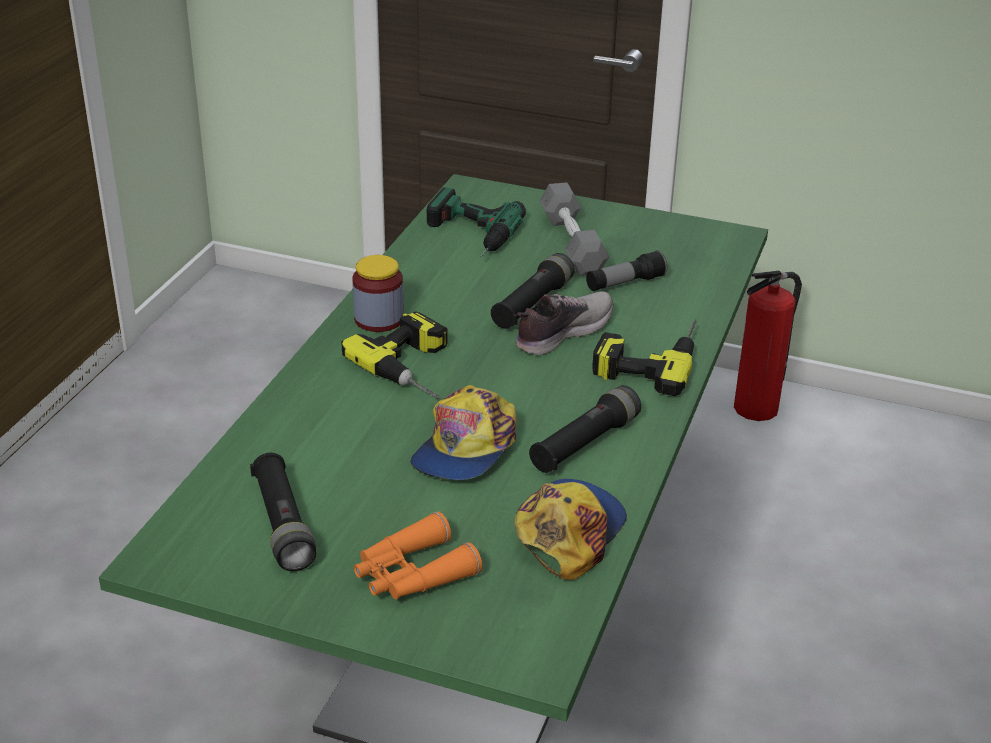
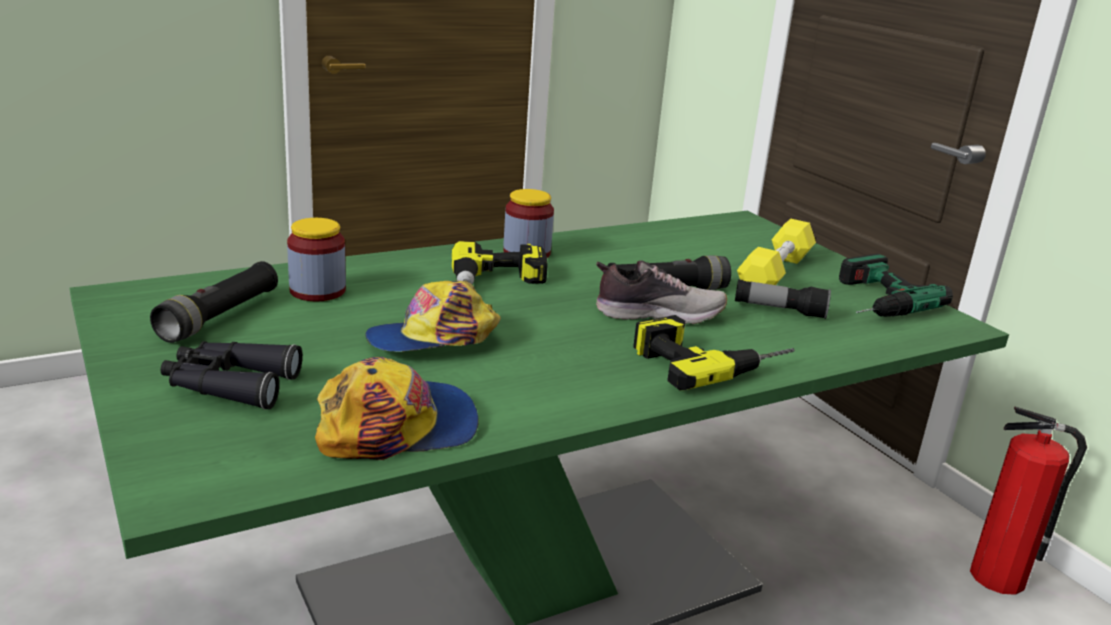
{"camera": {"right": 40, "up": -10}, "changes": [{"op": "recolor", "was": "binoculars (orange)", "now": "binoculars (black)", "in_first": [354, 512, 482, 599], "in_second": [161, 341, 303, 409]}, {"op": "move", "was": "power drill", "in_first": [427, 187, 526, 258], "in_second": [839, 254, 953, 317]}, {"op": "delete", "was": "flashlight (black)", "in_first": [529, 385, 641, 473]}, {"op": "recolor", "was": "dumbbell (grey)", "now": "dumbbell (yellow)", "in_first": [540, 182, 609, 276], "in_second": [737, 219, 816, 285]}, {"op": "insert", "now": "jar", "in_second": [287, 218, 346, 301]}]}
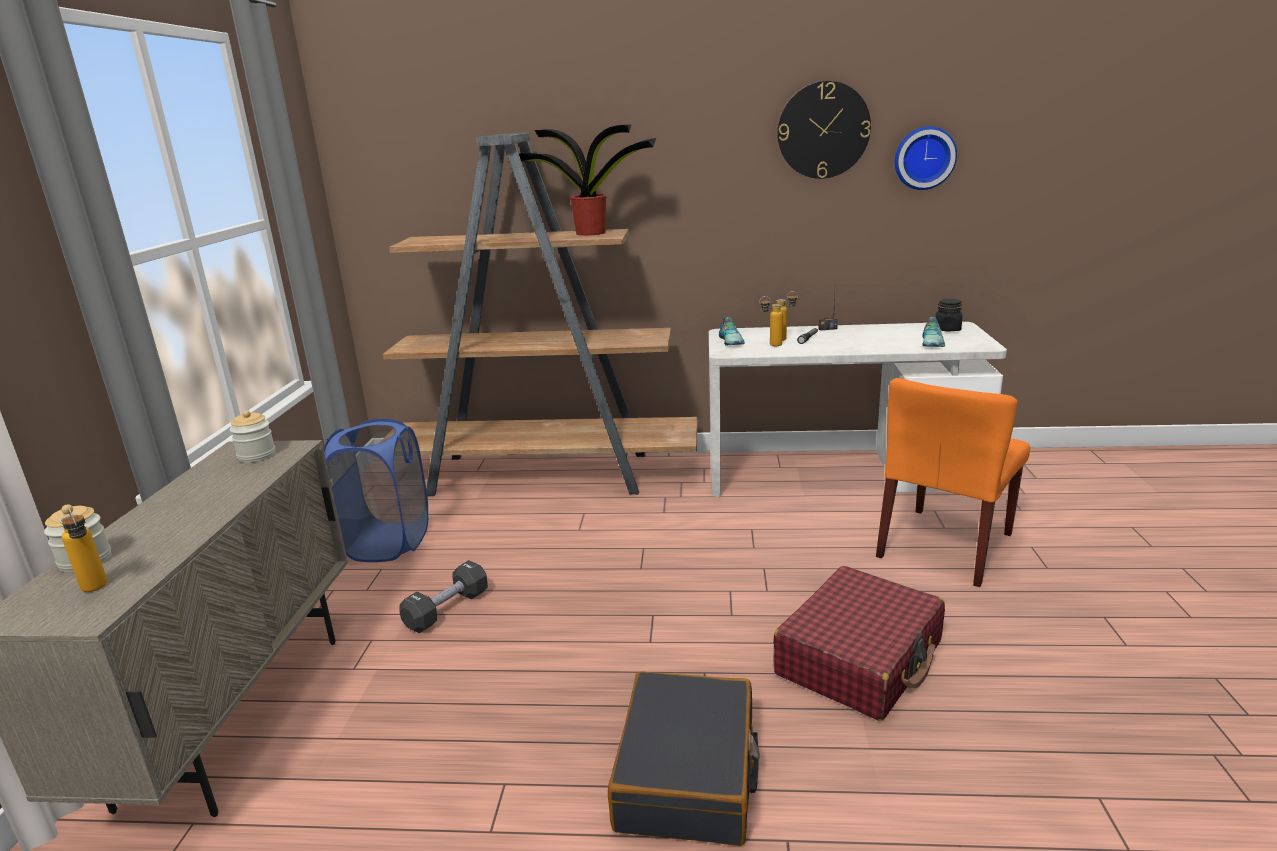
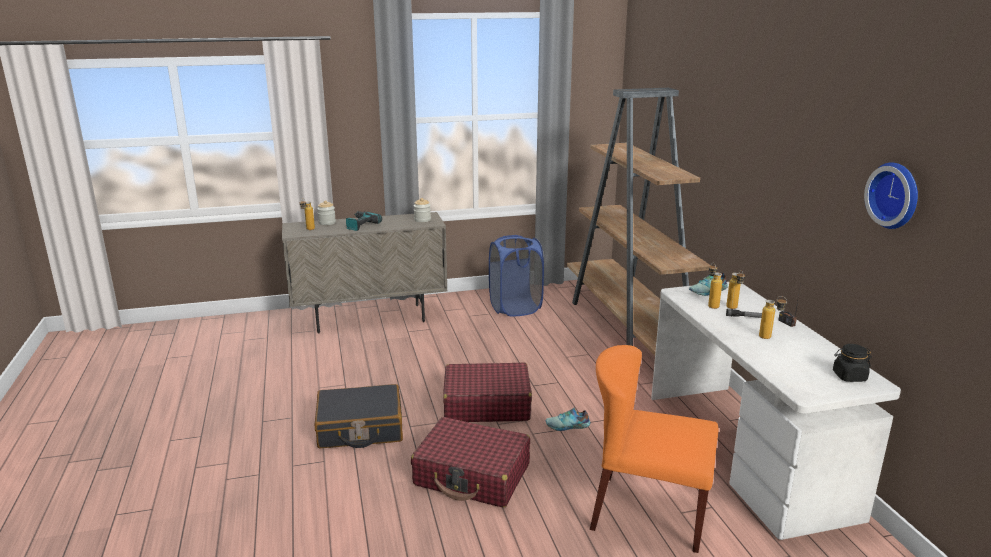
{"camera": {"right": 70, "up": 0}, "changes": [{"op": "delete", "was": "dumbbell (black)", "in_first": [399, 560, 488, 633]}, {"op": "delete", "was": "potted plant", "in_first": [519, 124, 656, 236]}, {"op": "delete", "was": "wall clock", "in_first": [777, 81, 871, 179]}, {"op": "move", "was": "shoe", "in_first": [922, 317, 945, 347], "in_second": [545, 408, 590, 431]}, {"op": "insert", "now": "power drill", "in_second": [346, 211, 382, 231]}, {"op": "insert", "now": "suitcase (red)", "in_second": [443, 362, 532, 422]}, {"op": "insert", "now": "bottle", "in_second": [759, 296, 787, 339]}]}
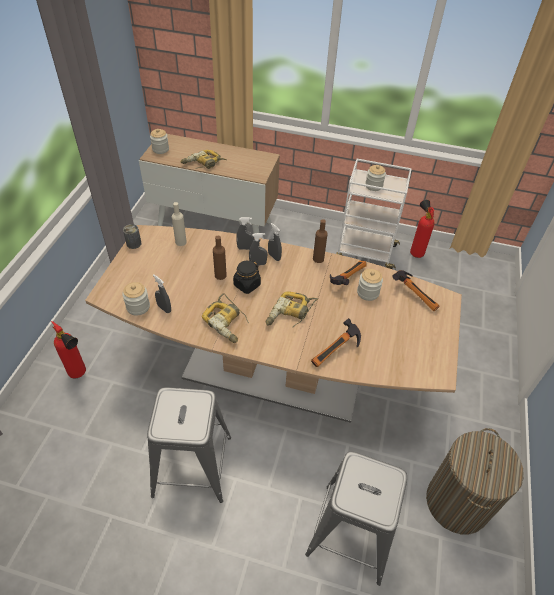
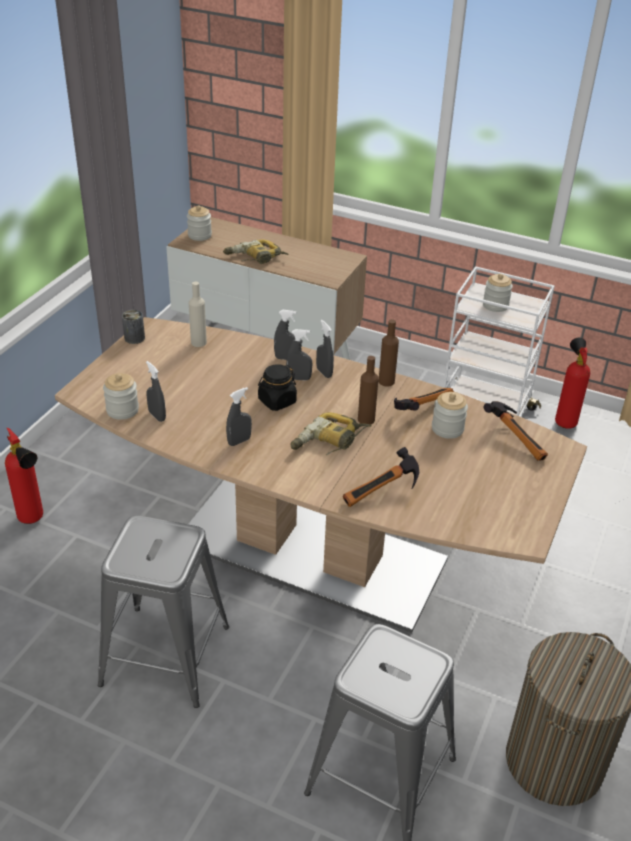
{"camera": {"right": 10, "up": -10}, "changes": [{"op": "replace", "was": "power drill", "now": "spray bottle (grey)", "in_first": [202, 293, 249, 343], "in_second": [226, 387, 252, 446]}, {"op": "move", "was": "bottle (brown)", "in_first": [213, 236, 227, 280], "in_second": [358, 356, 379, 425]}]}
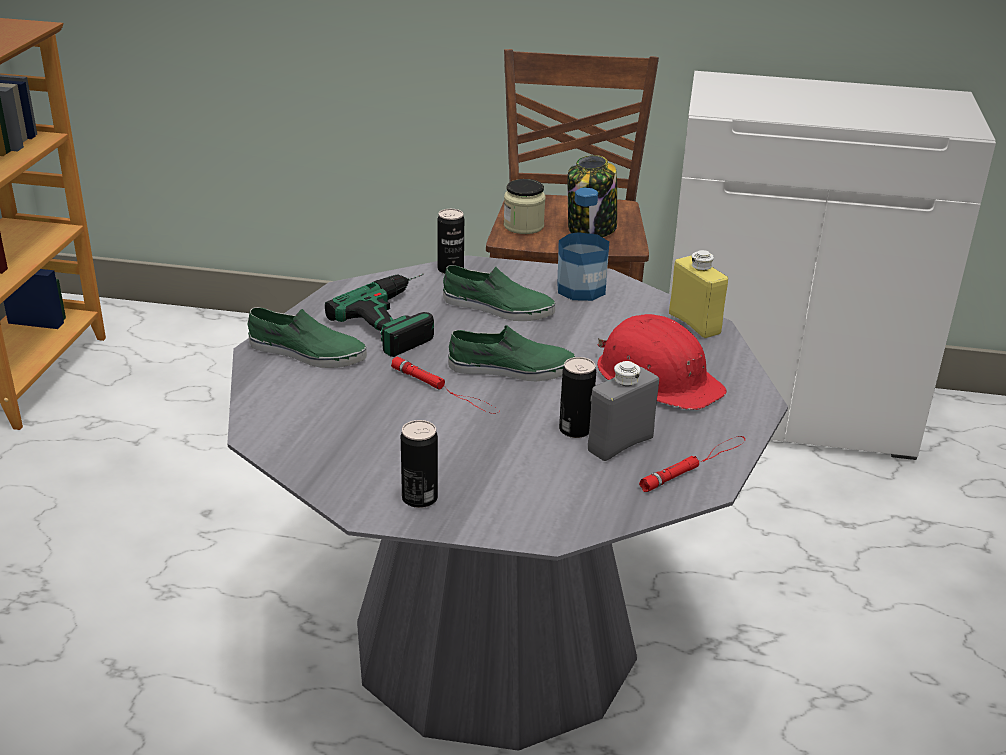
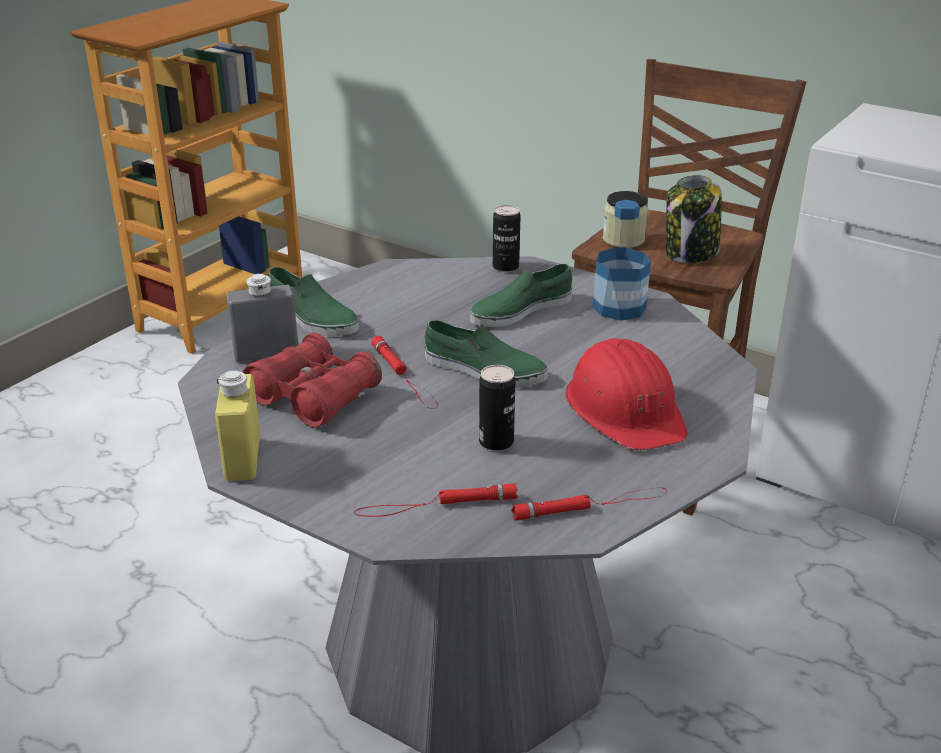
{"camera": {"right": 25, "up": 0}, "changes": [{"op": "delete", "was": "power drill", "in_first": [325, 273, 434, 357]}, {"op": "delete", "was": "can", "in_first": [401, 420, 438, 508]}, {"op": "rotate", "was": "shoe (green)", "in_first": [443, 265, 555, 321], "in_second": [470, 264, 572, 327], "clockwise": 105}, {"op": "move", "was": "bottle (grey)", "in_first": [588, 361, 659, 461], "in_second": [227, 274, 299, 362]}, {"op": "move", "was": "bottle (yellow)", "in_first": [669, 250, 728, 338], "in_second": [215, 370, 260, 481]}, {"op": "insert", "now": "binoculars (red)", "in_second": [243, 333, 382, 428]}, {"op": "insert", "now": "flashlight (red)", "in_second": [354, 483, 518, 517]}]}
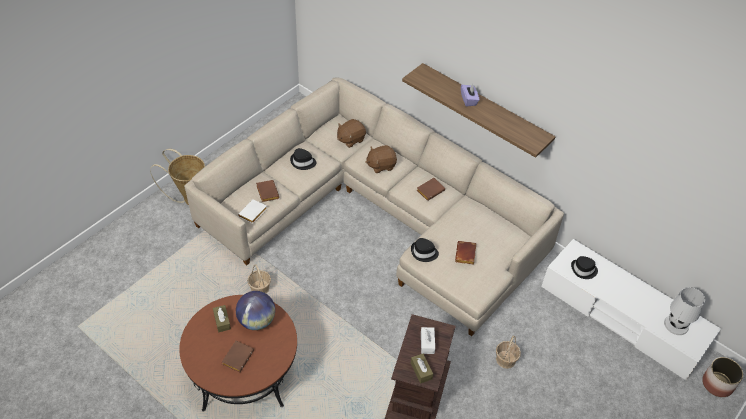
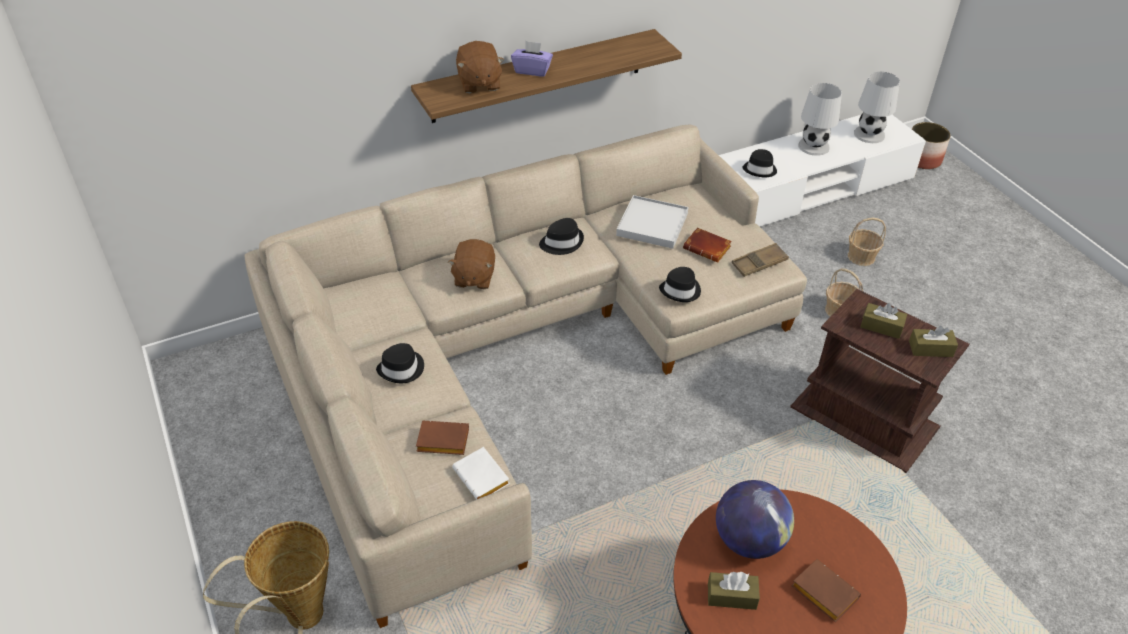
{"camera": {"right": -65, "up": -5}, "changes": [{"op": "move", "was": "basket", "in_first": [247, 264, 271, 293], "in_second": [848, 218, 886, 266]}, {"op": "move", "was": "plush toy (brown)", "in_first": [337, 119, 366, 148], "in_second": [456, 41, 504, 94]}, {"op": "replace", "was": "book (brown)", "now": "hat (black)", "in_first": [417, 178, 445, 201], "in_second": [539, 218, 584, 255]}, {"op": "recolor", "was": "tissue box (white)", "now": "tissue box (brown)", "in_first": [421, 327, 435, 354], "in_second": [861, 303, 907, 339]}, {"op": "insert", "now": "tray (white)", "in_second": [616, 195, 689, 249]}, {"op": "insert", "now": "tray (brown)", "in_second": [732, 243, 789, 277]}, {"op": "insert", "now": "table lamp (white)", "in_second": [798, 83, 842, 156]}]}
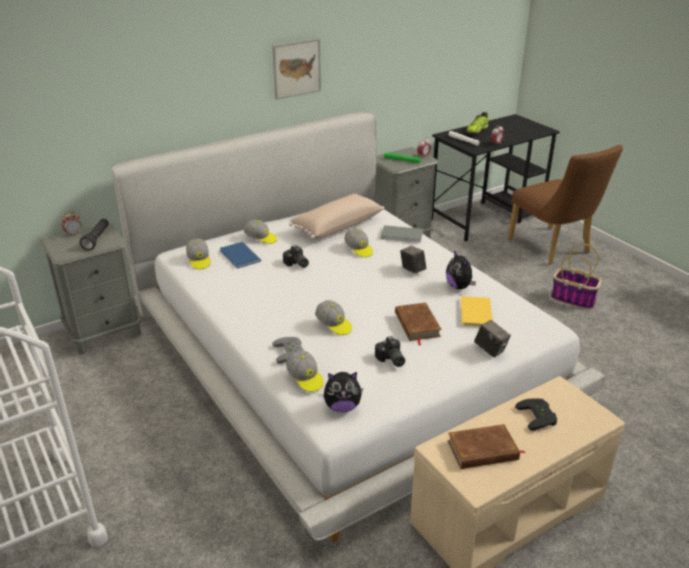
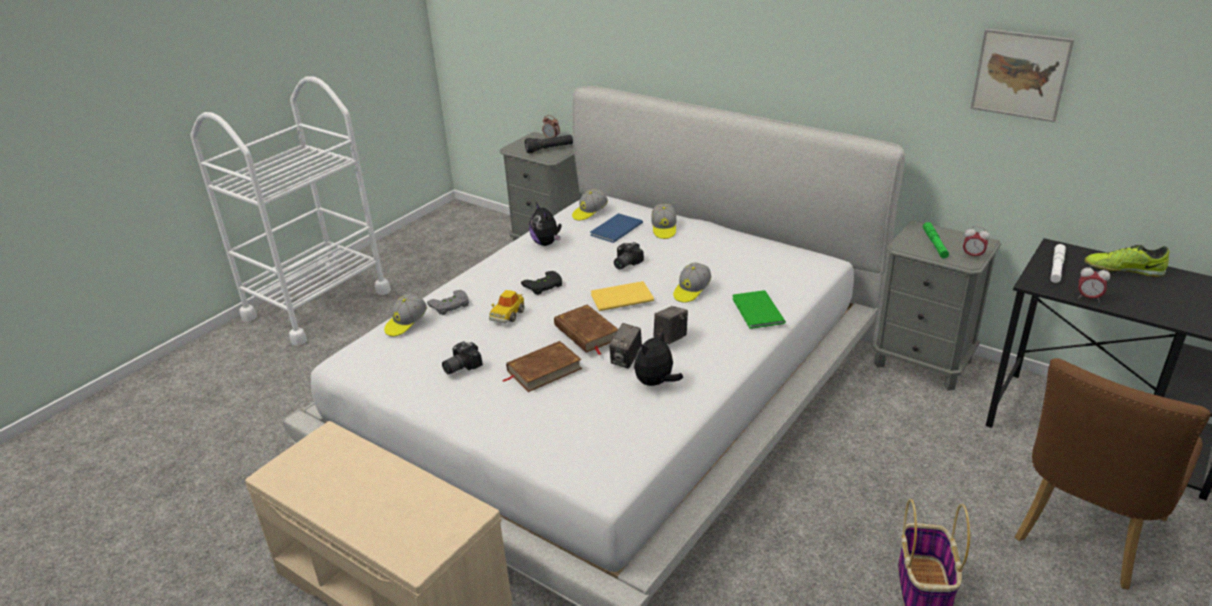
{"camera": {"right": 70, "up": 0}, "changes": [{"op": "move", "was": "picture", "in_first": [272, 39, 321, 100], "in_second": [970, 29, 1074, 122]}, {"op": "delete", "was": "pillow (beige)", "in_first": [289, 194, 384, 239]}, {"op": "replace", "was": "cap", "now": "toy car", "in_first": [315, 300, 352, 335], "in_second": [489, 290, 524, 324]}, {"op": "move", "was": "plush toy", "in_first": [324, 372, 364, 412], "in_second": [529, 203, 561, 246]}, {"op": "recolor", "was": "book (grey)", "now": "book (green)", "in_first": [381, 225, 423, 243], "in_second": [732, 290, 786, 329]}, {"op": "move", "was": "book (brown)", "in_first": [448, 424, 525, 469], "in_second": [554, 305, 618, 355]}, {"op": "move", "was": "book (yellow)", "in_first": [461, 296, 493, 327], "in_second": [591, 281, 654, 311]}, {"op": "move", "was": "photo camera", "in_first": [474, 320, 511, 357], "in_second": [609, 323, 642, 369]}, {"op": "move", "was": "game controller (black)", "in_first": [515, 398, 557, 431], "in_second": [521, 271, 562, 295]}]}
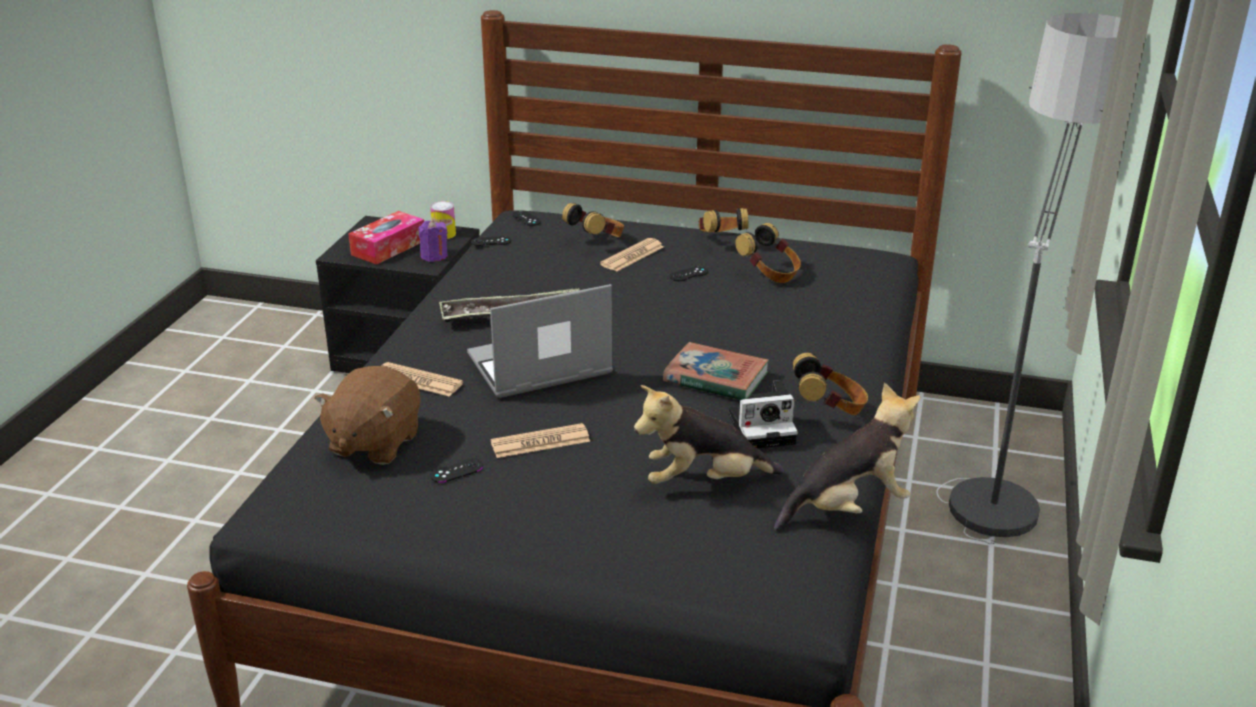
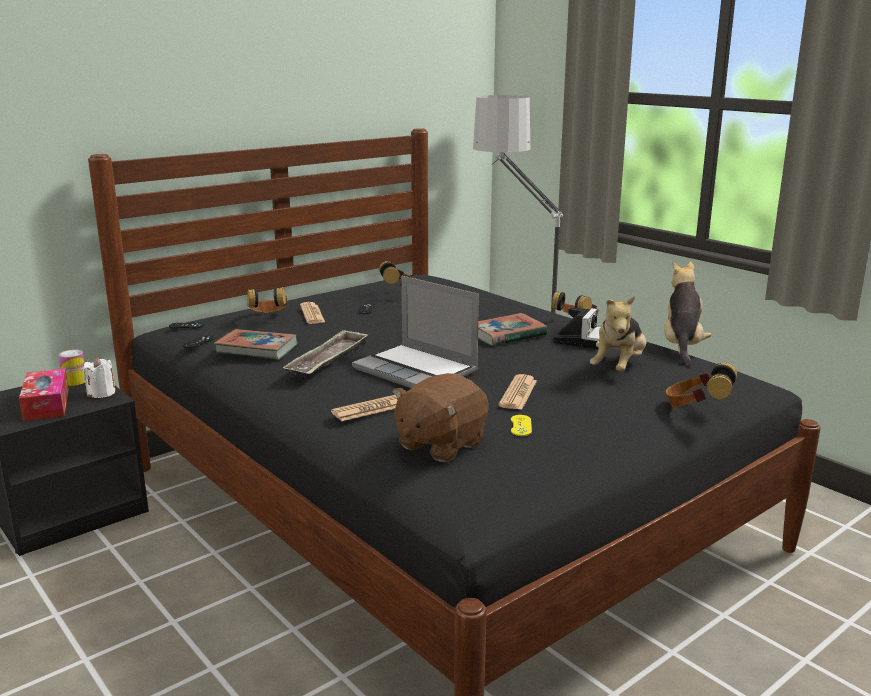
{"camera": {"right": -55, "up": -10}, "changes": [{"op": "rotate", "was": "plush toy (brown)", "in_first": [314, 366, 421, 465], "in_second": [392, 373, 489, 462], "clockwise": 75}, {"op": "recolor", "was": "candle (purple)", "now": "candle (white)", "in_first": [419, 220, 448, 262], "in_second": [83, 357, 116, 398]}, {"op": "recolor", "was": "game controller (black)", "now": "game controller (yellow)", "in_first": [430, 458, 483, 483], "in_second": [511, 415, 532, 436]}, {"op": "rotate", "was": "laptop", "in_first": [467, 284, 613, 398], "in_second": [352, 276, 479, 388], "clockwise": -60}, {"op": "move", "was": "headphones", "in_first": [698, 208, 749, 233], "in_second": [666, 363, 737, 408]}, {"op": "insert", "now": "book", "in_second": [214, 329, 298, 360]}]}
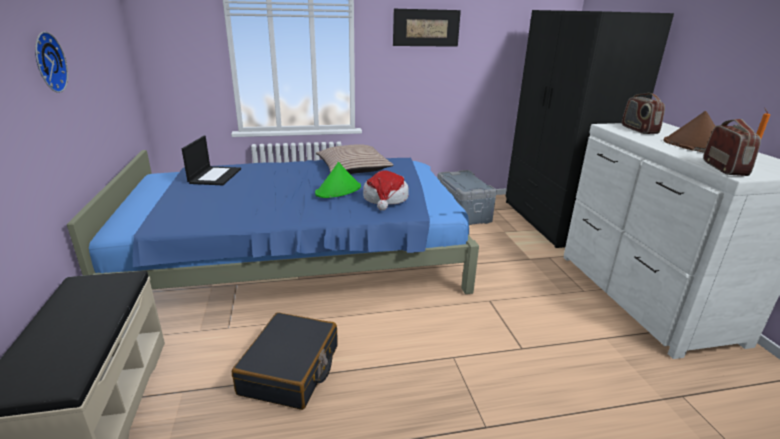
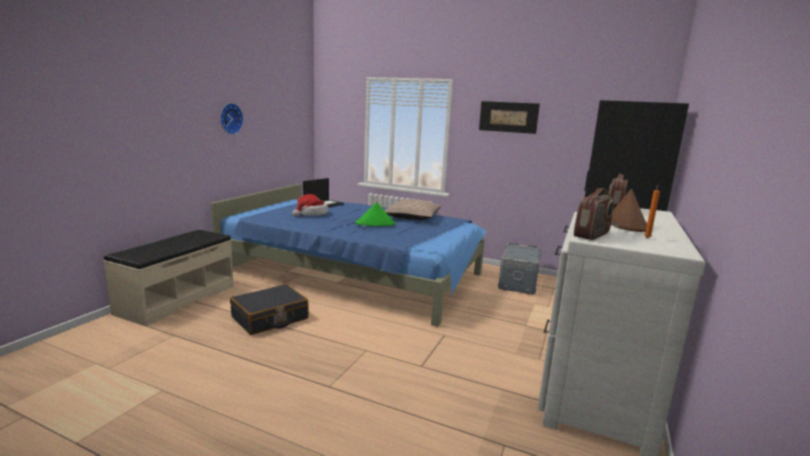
{"camera": {"right": 35, "up": -10}, "changes": [{"op": "move", "was": "hat", "in_first": [363, 171, 409, 211], "in_second": [292, 194, 328, 217]}]}
